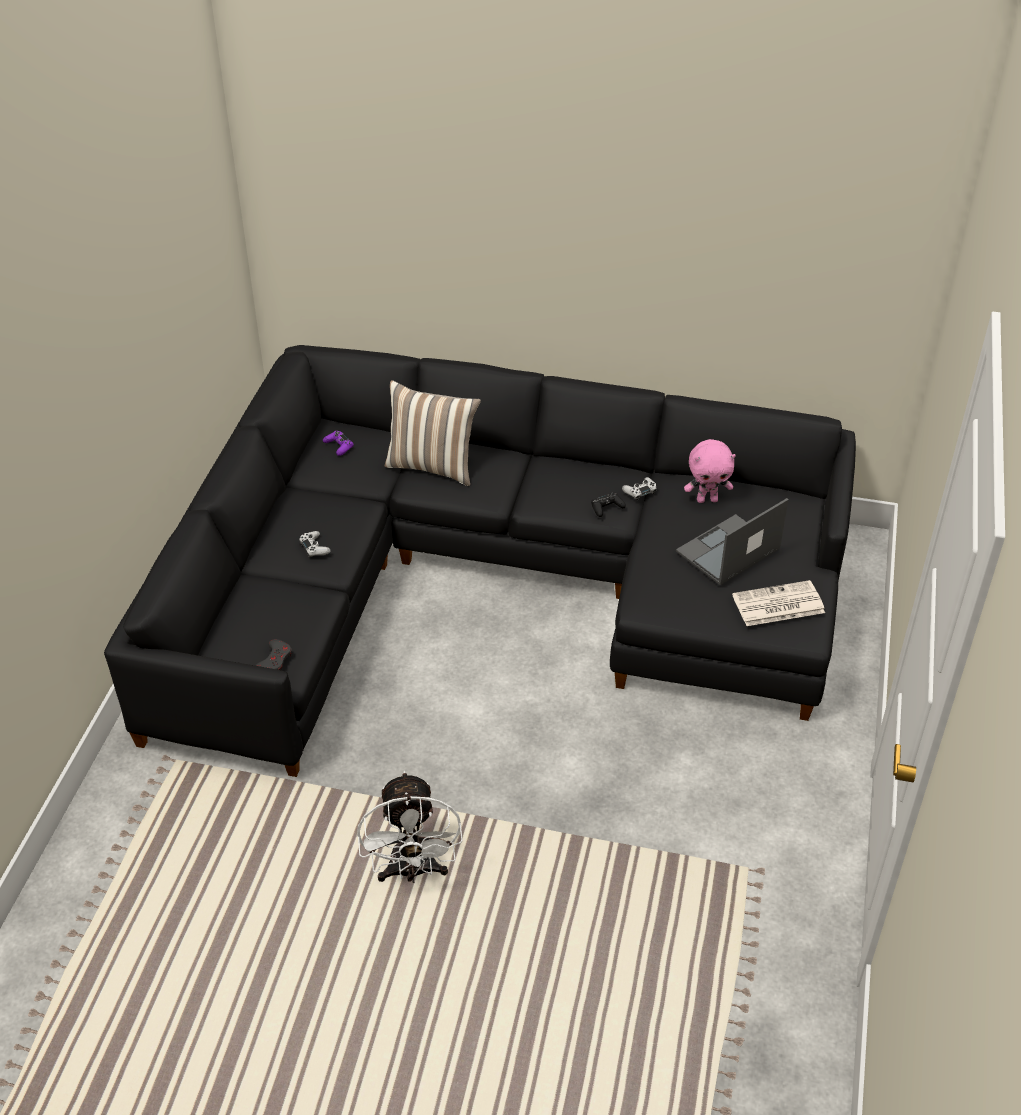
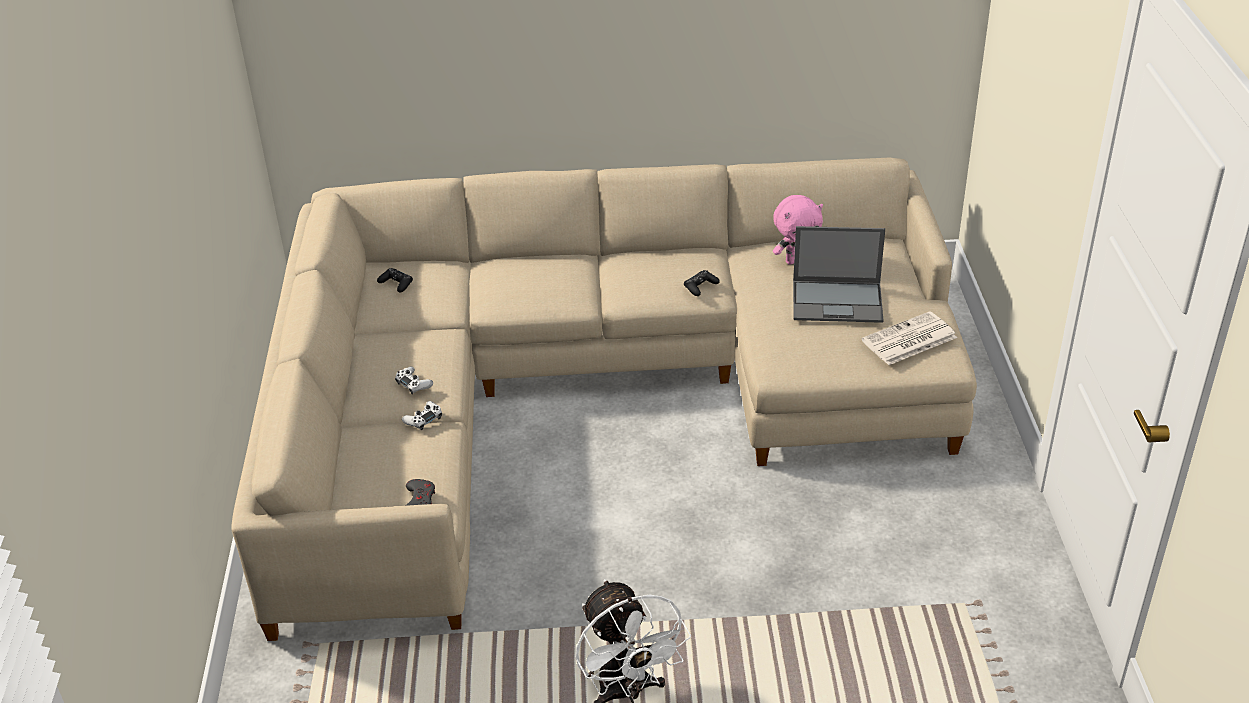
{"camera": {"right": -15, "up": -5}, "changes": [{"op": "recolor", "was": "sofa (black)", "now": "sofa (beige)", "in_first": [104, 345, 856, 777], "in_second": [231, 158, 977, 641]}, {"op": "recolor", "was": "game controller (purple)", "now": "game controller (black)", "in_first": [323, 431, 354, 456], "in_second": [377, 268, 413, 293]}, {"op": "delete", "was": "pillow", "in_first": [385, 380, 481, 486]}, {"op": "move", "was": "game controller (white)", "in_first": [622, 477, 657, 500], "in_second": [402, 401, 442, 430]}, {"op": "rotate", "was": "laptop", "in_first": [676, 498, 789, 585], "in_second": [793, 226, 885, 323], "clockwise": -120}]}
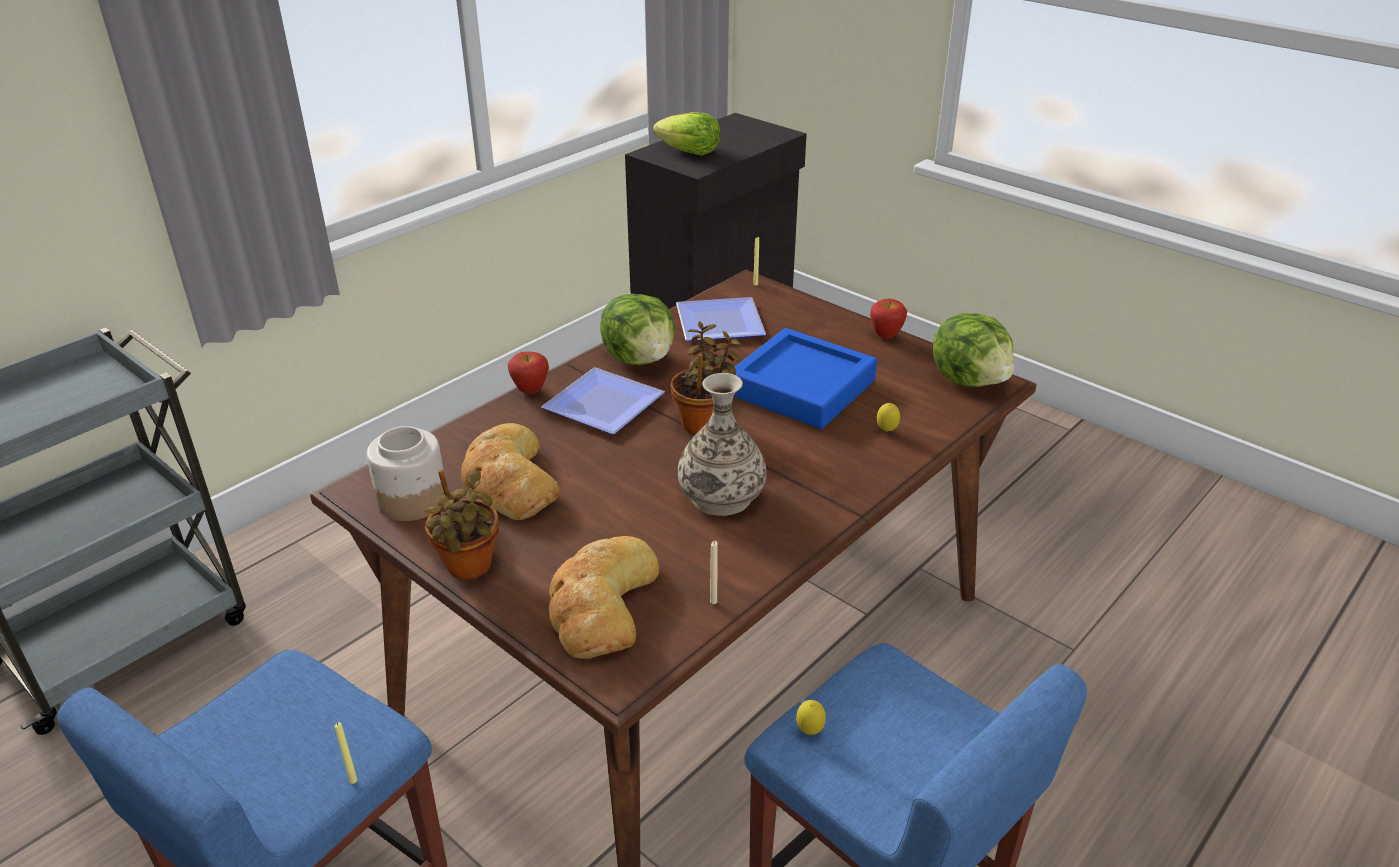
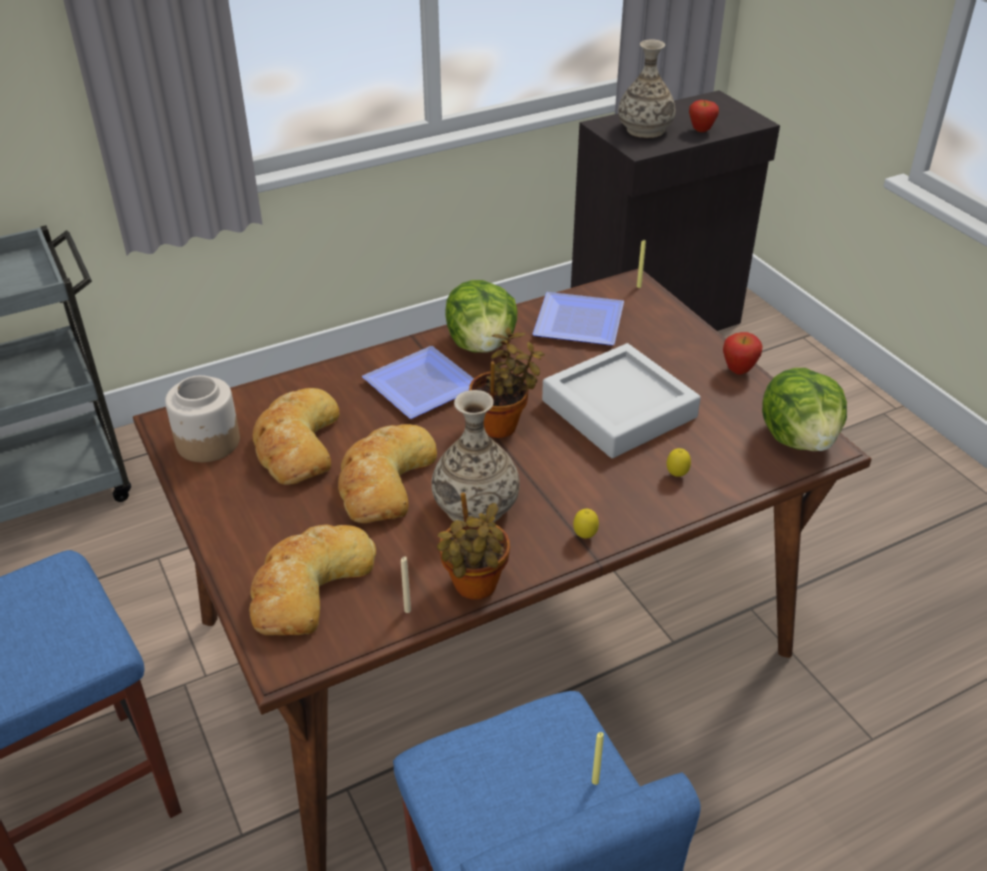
{"camera": {"right": 20, "up": 5}, "changes": [{"op": "move", "was": "candle (yellow)", "in_first": [334, 722, 357, 784], "in_second": [592, 732, 604, 785]}, {"op": "move", "was": "potted plant", "in_first": [425, 470, 499, 580], "in_second": [437, 493, 510, 600]}, {"op": "move", "was": "apple", "in_first": [508, 351, 549, 394], "in_second": [689, 100, 719, 132]}, {"op": "replace", "was": "lettuce", "now": "vase", "in_first": [653, 112, 720, 156], "in_second": [618, 40, 676, 138]}, {"op": "recolor", "was": "tray (blue)", "now": "tray (grey)", "in_first": [728, 328, 877, 429], "in_second": [542, 343, 701, 458]}, {"op": "move", "was": "lemon", "in_first": [796, 700, 826, 735], "in_second": [573, 509, 599, 539]}, {"op": "insert", "now": "bread", "in_second": [338, 424, 437, 524]}]}
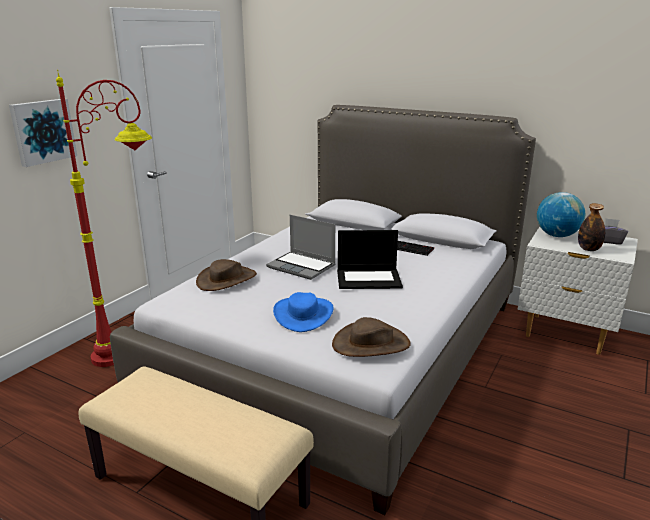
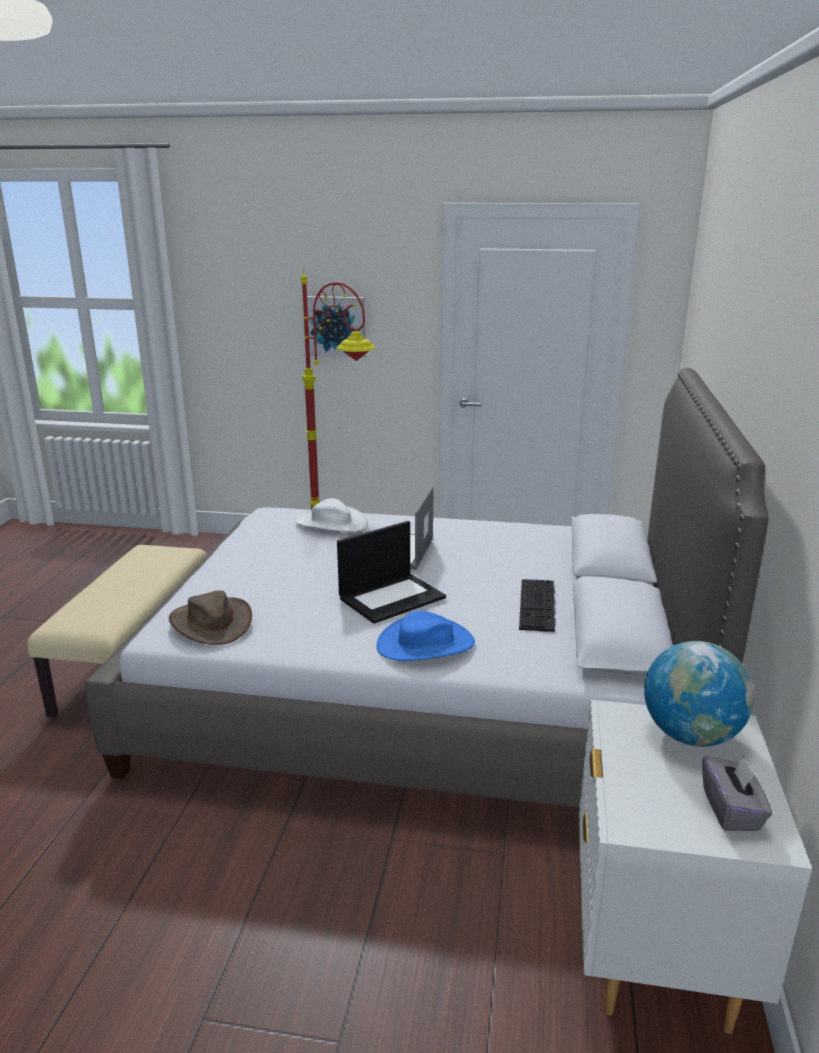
{"camera": {"right": 70, "up": 0}, "changes": [{"op": "recolor", "was": "hat (brown)", "now": "hat (white)", "in_first": [196, 259, 257, 291], "in_second": [296, 498, 368, 532]}, {"op": "move", "was": "hat (blue)", "in_first": [273, 292, 334, 332], "in_second": [376, 611, 475, 661]}, {"op": "rotate", "was": "laptop", "in_first": [337, 230, 403, 289], "in_second": [337, 521, 446, 624], "clockwise": -105}, {"op": "delete", "was": "bottle", "in_first": [578, 203, 605, 251]}]}
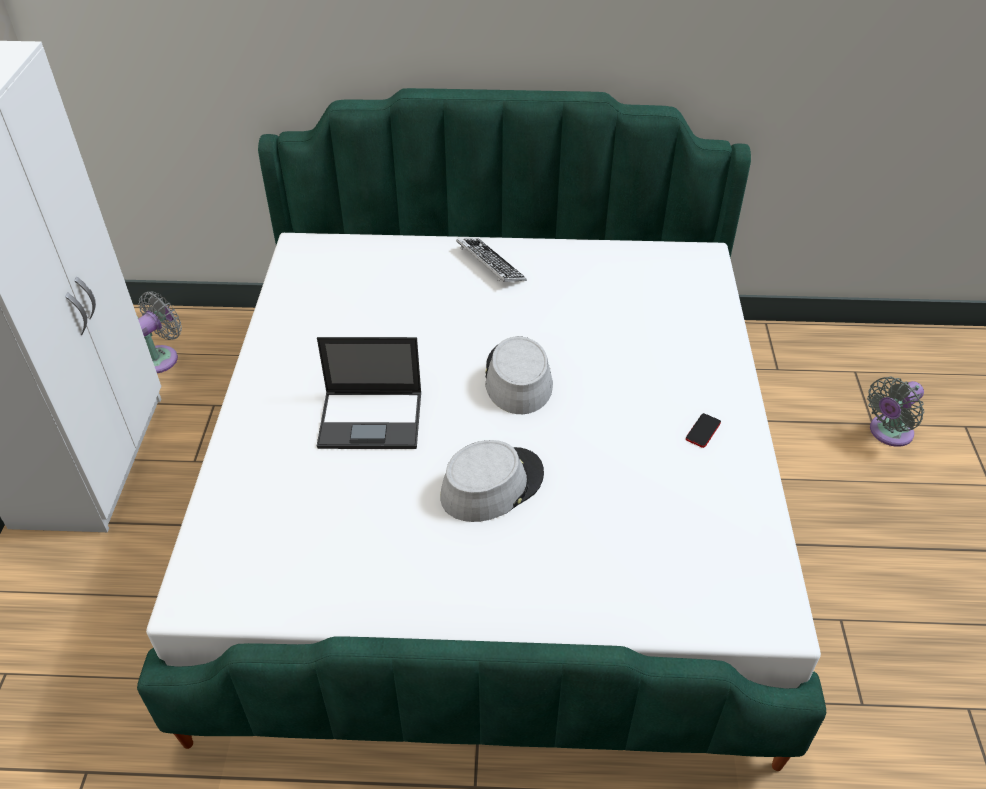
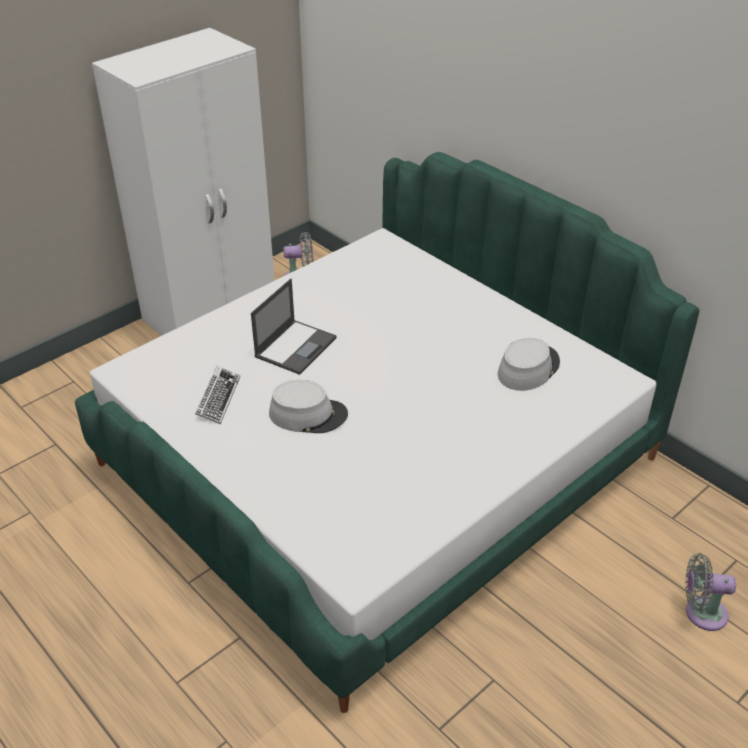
{"camera": {"right": 45, "up": -5}, "changes": [{"op": "rotate", "was": "laptop", "in_first": [317, 337, 421, 449], "in_second": [251, 279, 337, 375], "clockwise": -105}, {"op": "move", "was": "keyboard", "in_first": [456, 238, 526, 282], "in_second": [195, 366, 240, 424]}, {"op": "move", "was": "hat (grey)", "in_first": [485, 336, 553, 414], "in_second": [498, 338, 560, 391]}, {"op": "delete", "was": "phone", "in_first": [686, 413, 721, 448]}]}
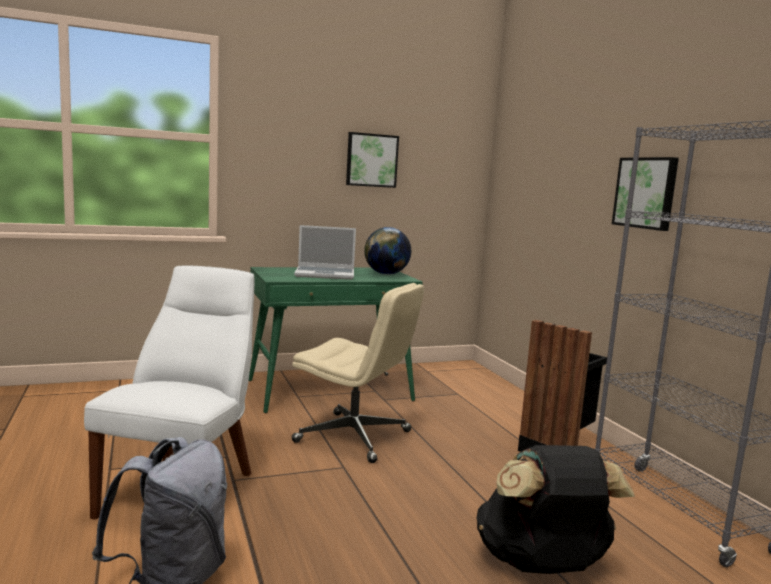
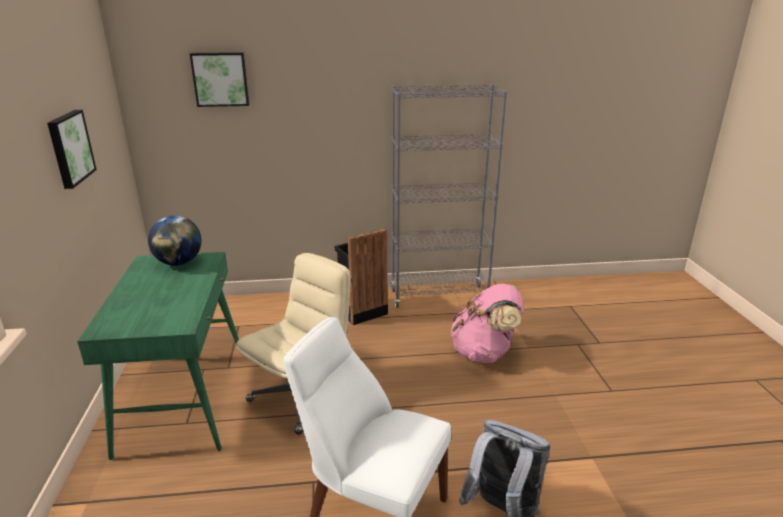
{"camera": {"right": -75, "up": 15}, "changes": [{"op": "delete", "was": "laptop", "in_first": [294, 225, 356, 280]}, {"op": "recolor", "was": "backpack (black)", "now": "backpack (pink)", "in_first": [476, 445, 635, 574], "in_second": [451, 284, 524, 363]}, {"op": "move", "was": "picture", "in_first": [612, 157, 679, 231], "in_second": [190, 52, 249, 107]}]}
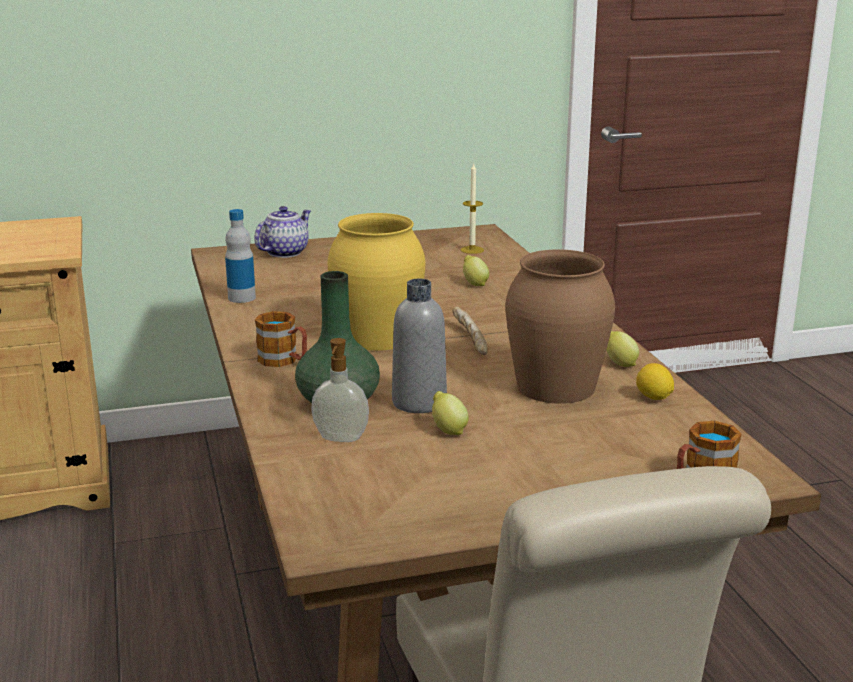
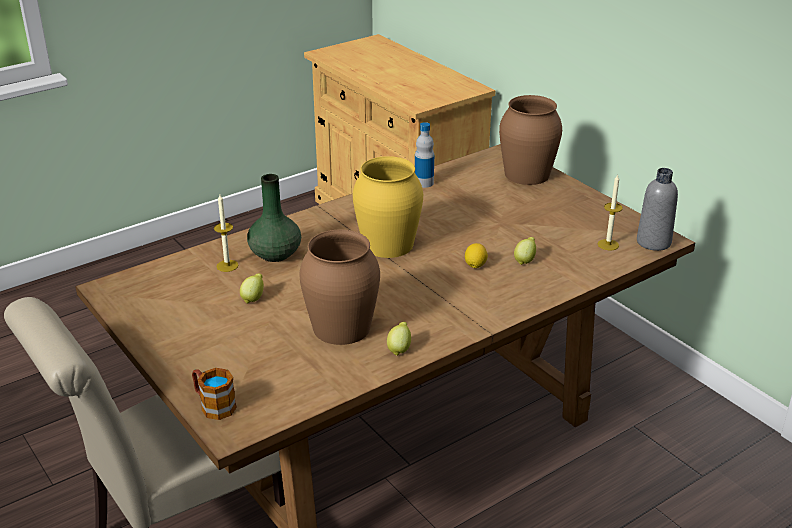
{"camera": {"right": 70, "up": 10}, "changes": [{"op": "replace", "was": "teapot", "now": "vase (brown)", "in_first": [254, 206, 311, 258], "in_second": [499, 95, 562, 185]}, {"op": "delete", "was": "mug", "in_first": [255, 311, 307, 367]}, {"op": "replace", "was": "soap dispenser", "now": "candle", "in_first": [311, 338, 369, 442], "in_second": [214, 195, 238, 272]}, {"op": "move", "was": "bottle (grey)", "in_first": [392, 279, 447, 413], "in_second": [637, 168, 678, 251]}, {"op": "delete", "was": "bread", "in_first": [452, 306, 488, 355]}, {"op": "move", "was": "lemon", "in_first": [636, 363, 674, 400], "in_second": [465, 243, 488, 268]}]}
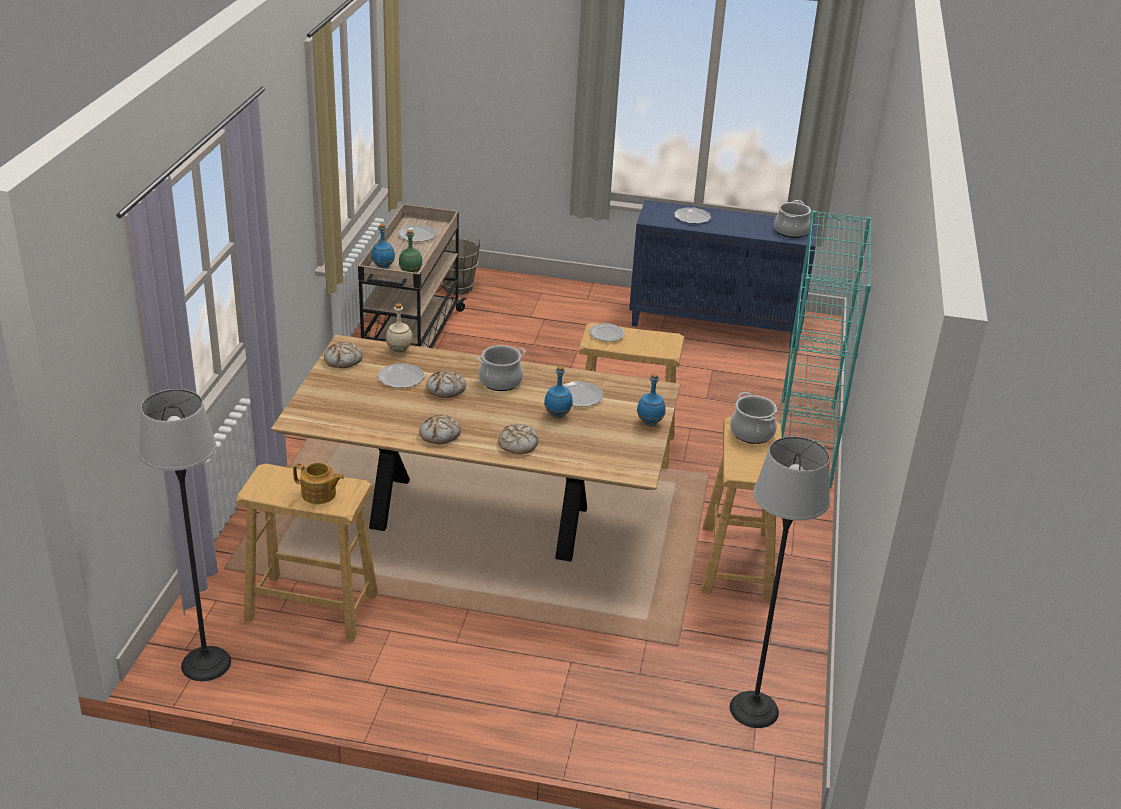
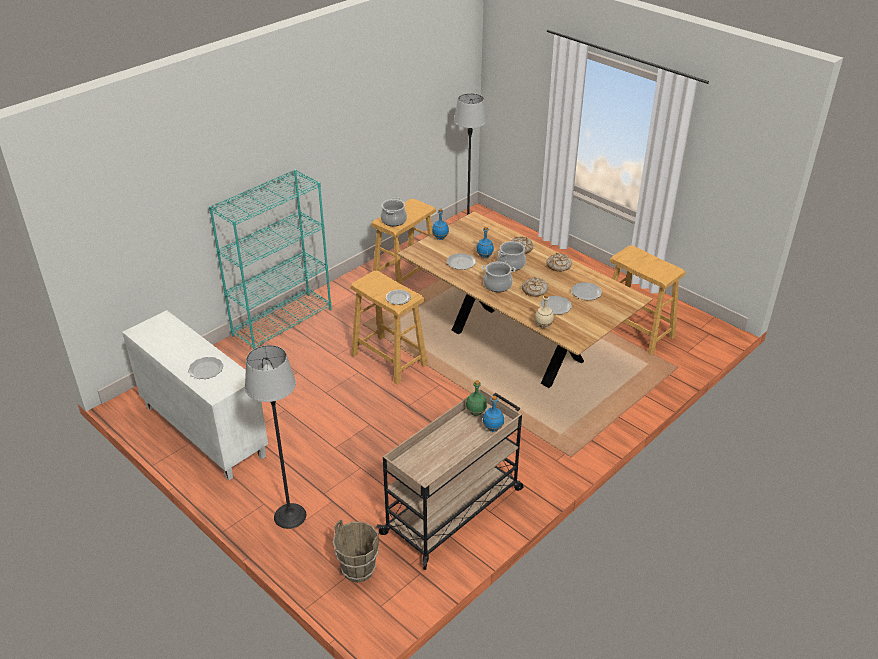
{"camera": {"right": -145, "up": 5}, "changes": [{"op": "move", "was": "floor lamp", "in_first": [139, 389, 231, 681], "in_second": [245, 345, 306, 529]}, {"op": "delete", "was": "teapot", "in_first": [293, 463, 344, 504]}, {"op": "delete", "was": "bread", "in_first": [324, 342, 363, 368]}, {"op": "move", "was": "plate", "in_first": [398, 225, 436, 242], "in_second": [571, 282, 602, 300]}, {"op": "recolor", "was": "cabinet (blue)", "now": "cabinet (white)", "in_first": [629, 200, 818, 348], "in_second": [122, 310, 268, 480]}, {"op": "move", "was": "cooking pot", "in_first": [774, 200, 811, 238], "in_second": [498, 241, 527, 271]}]}
